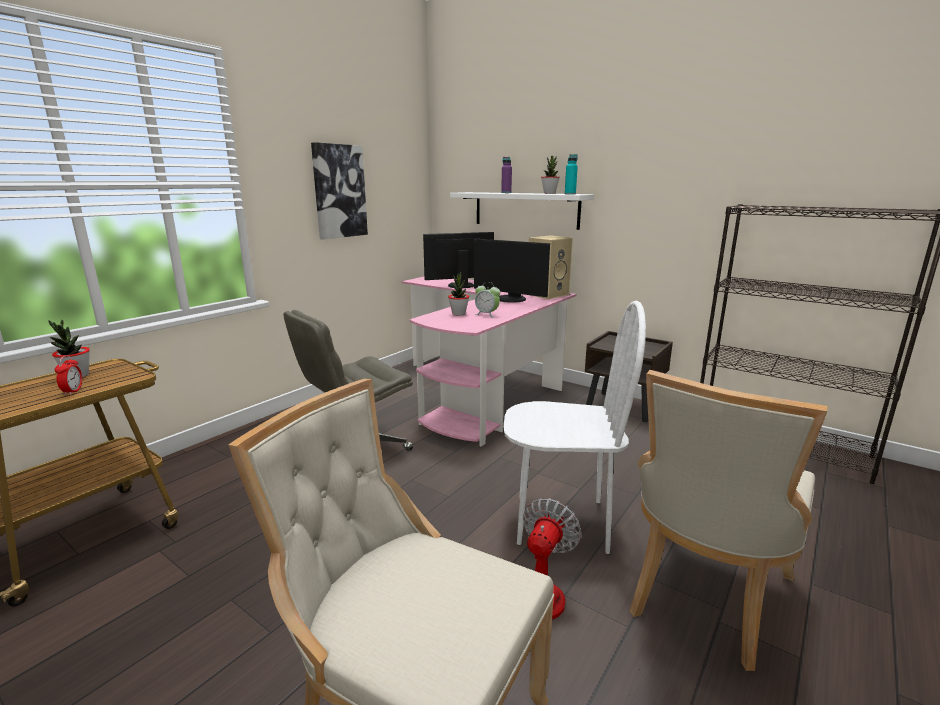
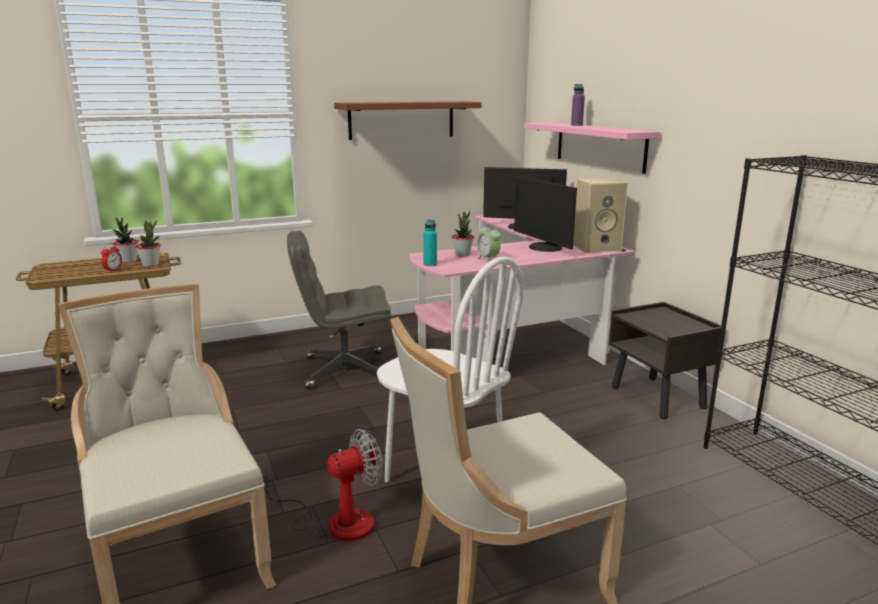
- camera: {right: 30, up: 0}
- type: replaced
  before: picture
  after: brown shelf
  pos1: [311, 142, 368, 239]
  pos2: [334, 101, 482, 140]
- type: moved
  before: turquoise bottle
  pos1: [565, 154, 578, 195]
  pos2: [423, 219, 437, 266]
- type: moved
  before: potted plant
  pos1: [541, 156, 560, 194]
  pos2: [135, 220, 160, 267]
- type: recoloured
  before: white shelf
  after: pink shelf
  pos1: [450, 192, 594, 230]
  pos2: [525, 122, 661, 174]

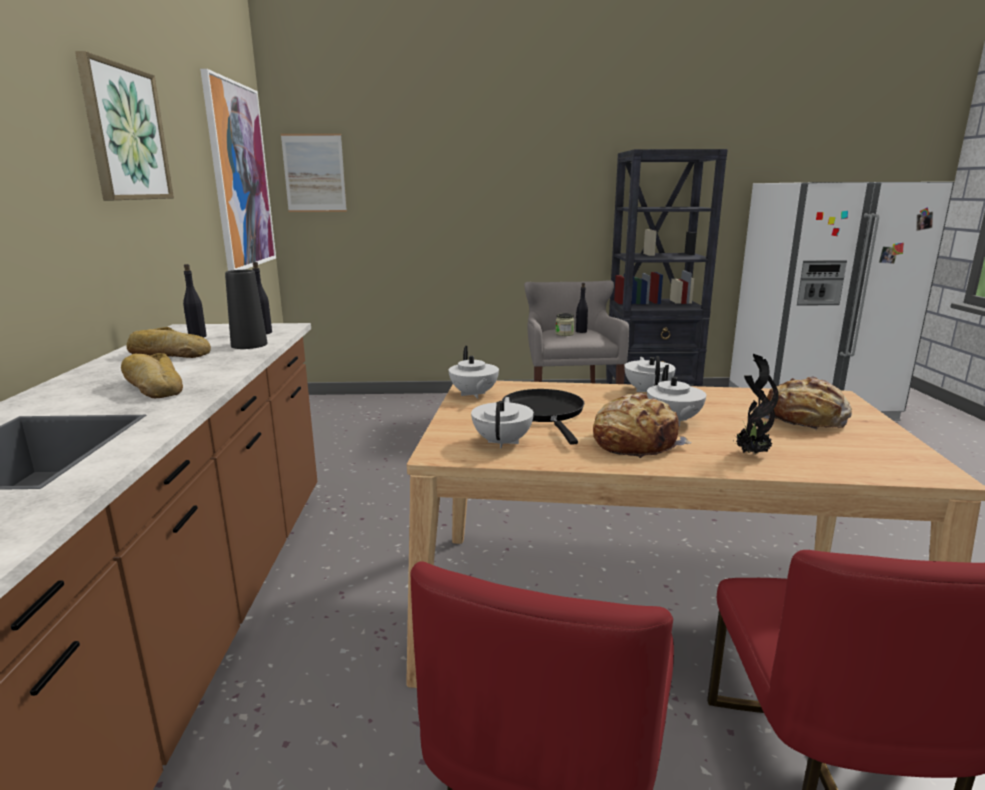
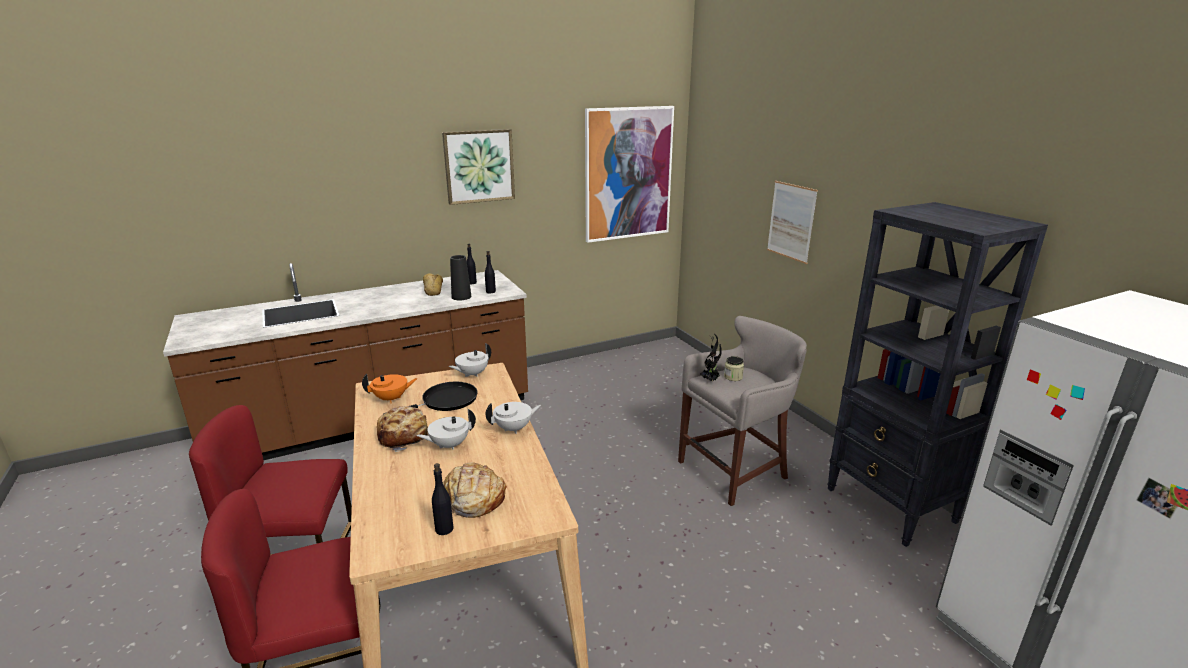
- camera: {right: 65, up: 5}
- type: moved
  before: picture
  pos1: [281, 134, 347, 212]
  pos2: [767, 181, 818, 264]
- type: moved
  before: black bottle
  pos1: [576, 283, 588, 333]
  pos2: [432, 463, 454, 535]
- type: removed
  before: bread
  pos1: [121, 353, 183, 398]
- type: moved
  before: potted plant
  pos1: [733, 354, 779, 455]
  pos2: [701, 333, 722, 381]
- type: recoloured
  before: white teapot
  after: orange teapot
  pos1: [471, 397, 534, 449]
  pos2: [362, 374, 418, 403]

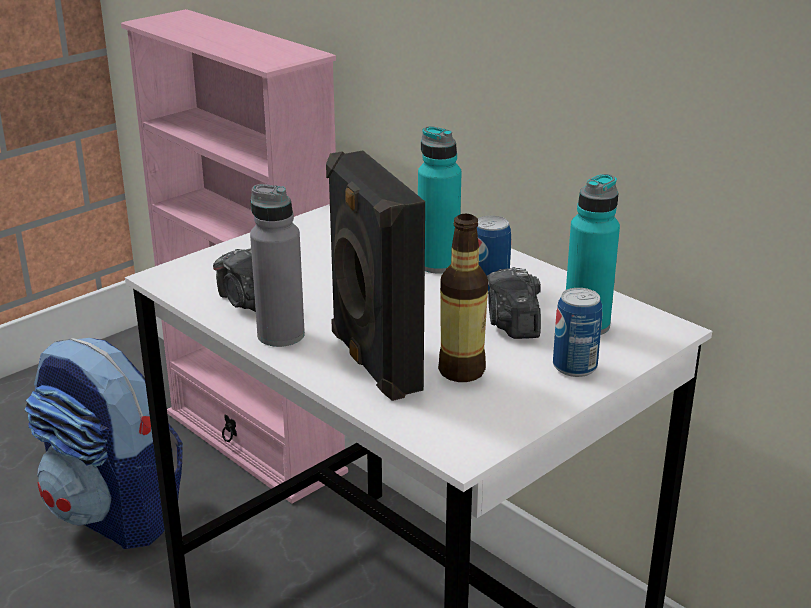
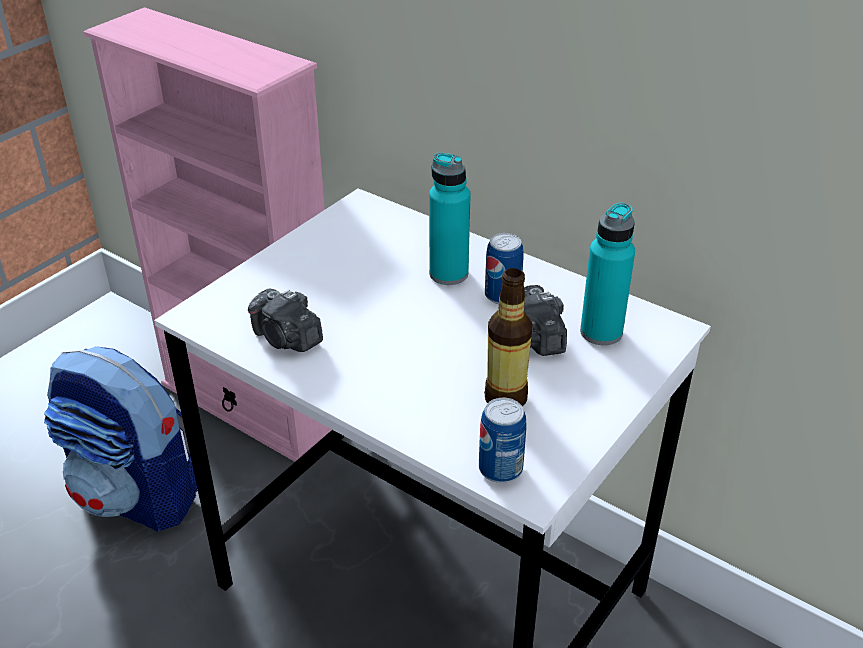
- camera: {right: -10, up: 10}
- type: removed
  before: black speaker
  pos1: [326, 151, 425, 401]
- type: removed
  before: grey bottle
  pos1: [250, 184, 305, 347]
- type: moved
  before: can
  pos1: [553, 288, 602, 377]
  pos2: [479, 398, 527, 483]

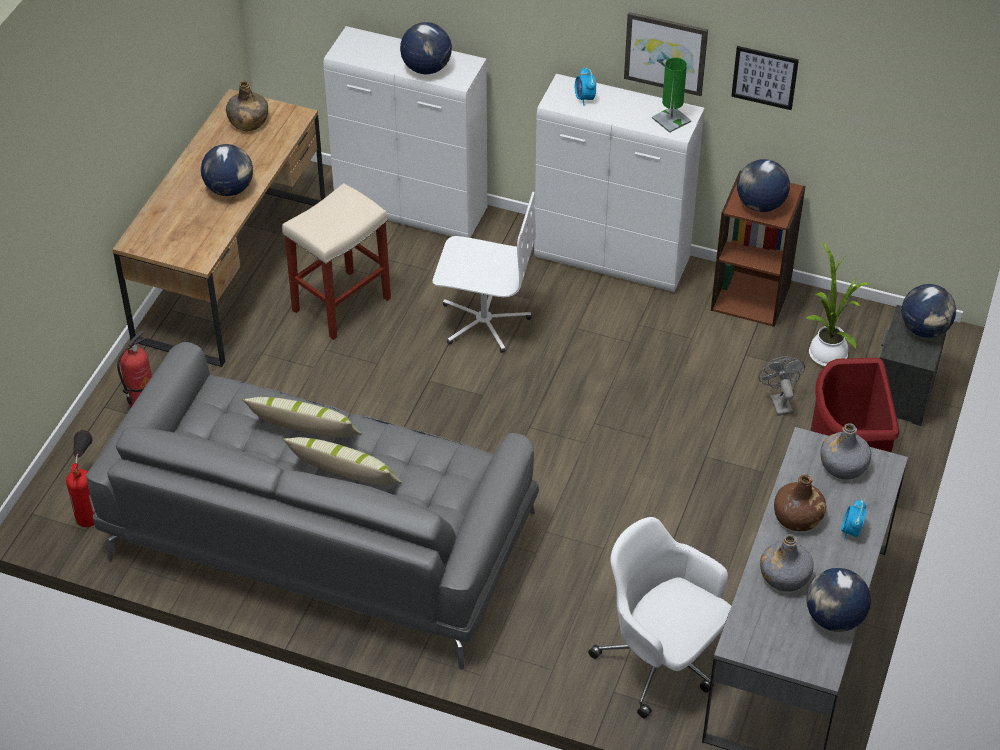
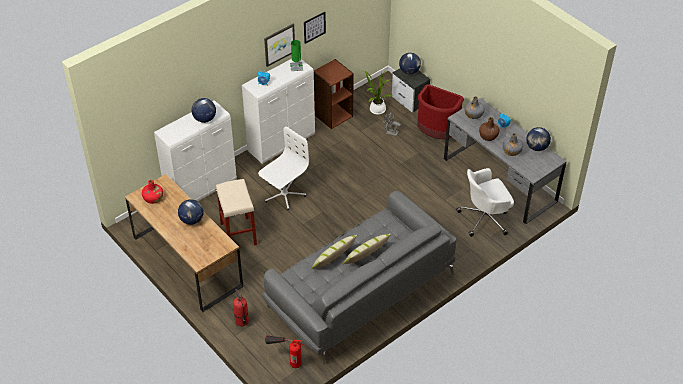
- camera: {right: -60, up: 0}
- type: recoloured
  before: green bottle
  after: red bottle
  pos1: [226, 81, 268, 131]
  pos2: [142, 180, 163, 204]
- type: removed
  before: globe
  pos1: [737, 159, 790, 212]

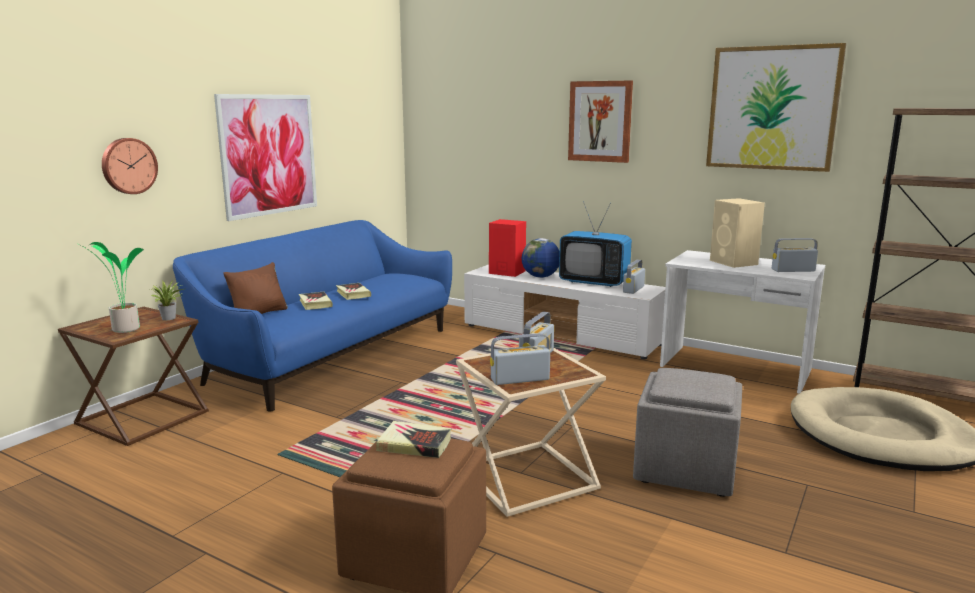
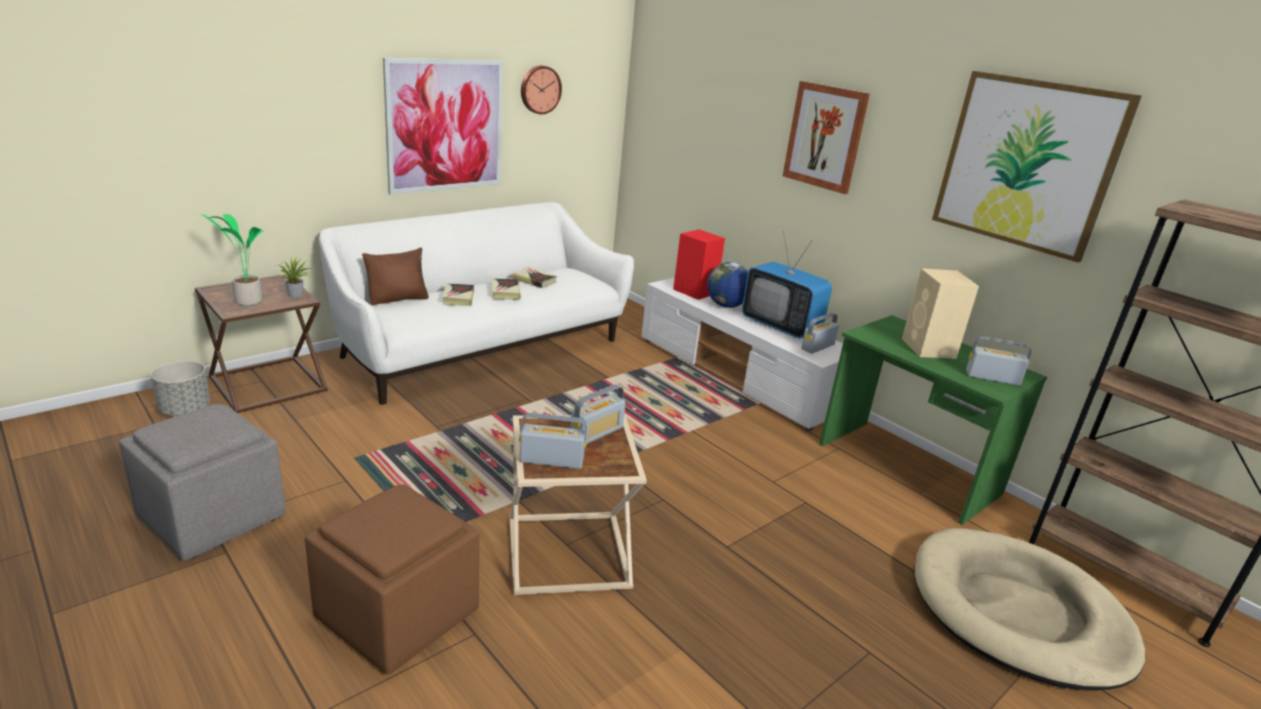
- camera: {right: 15, up: 10}
- type: moved
  before: wall clock
  pos1: [102, 138, 158, 194]
  pos2: [521, 66, 562, 114]
- type: recoloured
  before: blue sofa
  after: white sofa
  pos1: [173, 220, 452, 412]
  pos2: [319, 202, 634, 405]
- type: recoloured
  before: white desk
  after: green desk
  pos1: [660, 250, 825, 393]
  pos2: [819, 315, 1047, 525]
- type: moved
  before: grey ottoman
  pos1: [633, 368, 742, 497]
  pos2: [119, 404, 286, 561]
- type: moved
  before: book
  pos1: [376, 421, 451, 458]
  pos2: [512, 267, 557, 288]
- type: added
  after: grey planter
  pos2: [151, 361, 210, 416]

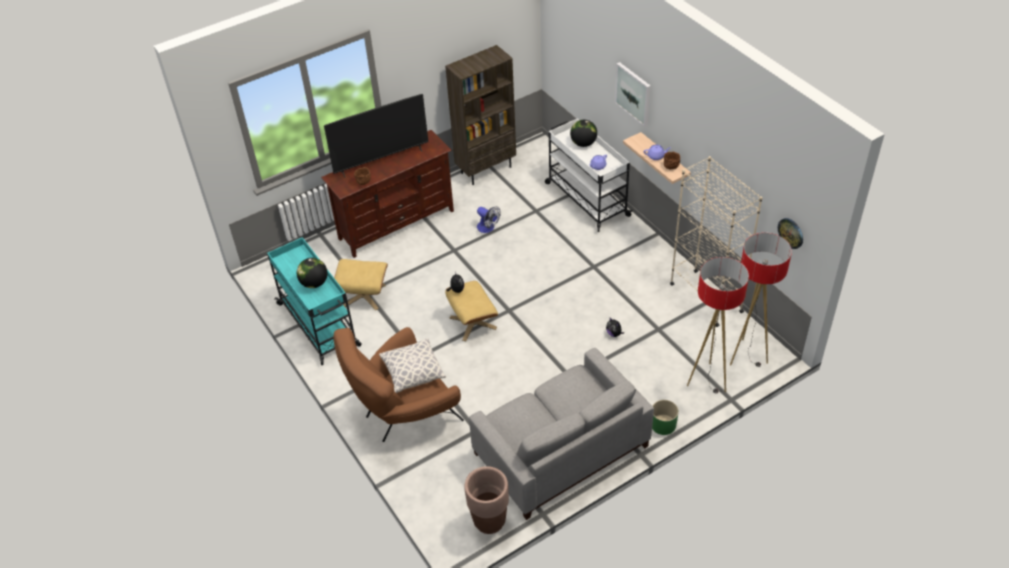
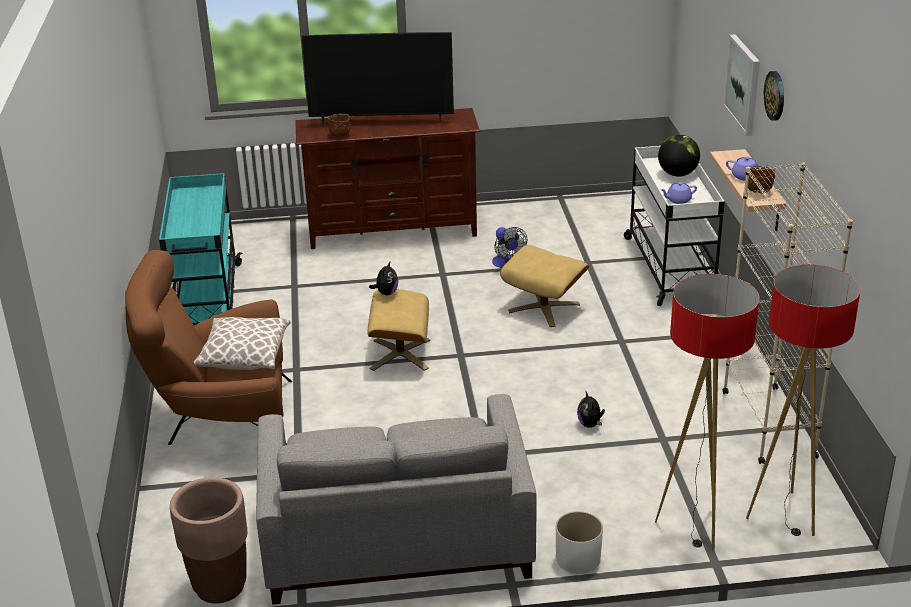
- camera: {right: 25, up: -15}
- type: removed
  before: brown bookcase
  pos1: [445, 45, 516, 185]
- type: moved
  before: wall clock
  pos1: [778, 218, 803, 249]
  pos2: [764, 71, 784, 121]
- type: removed
  before: globe
  pos1: [297, 258, 328, 288]
- type: moved
  before: beige ottoman
  pos1: [334, 259, 388, 311]
  pos2: [500, 245, 589, 327]
- type: recoloured
  before: green planter
  after: white planter
  pos1: [652, 400, 679, 435]
  pos2: [556, 511, 603, 574]

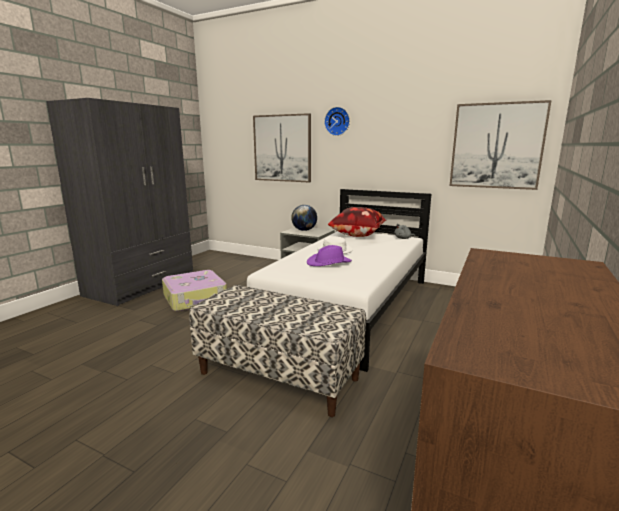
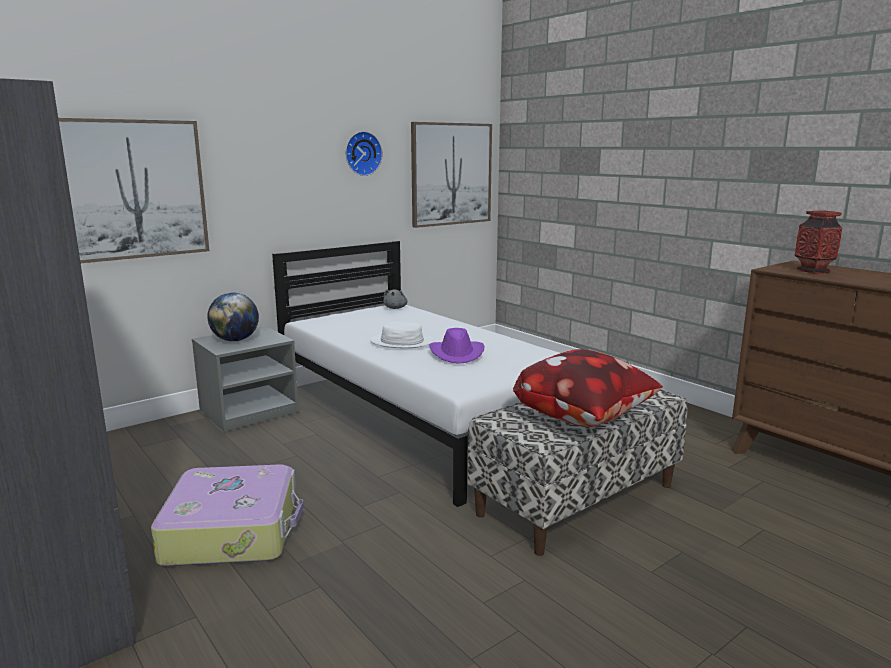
- camera: {right: -65, up: 0}
- type: moved
  before: wall clock
  pos1: [324, 107, 350, 136]
  pos2: [345, 131, 383, 176]
- type: moved
  before: pillow
  pos1: [328, 207, 387, 237]
  pos2: [513, 349, 663, 427]
- type: added
  after: vase
  pos2: [795, 211, 842, 274]

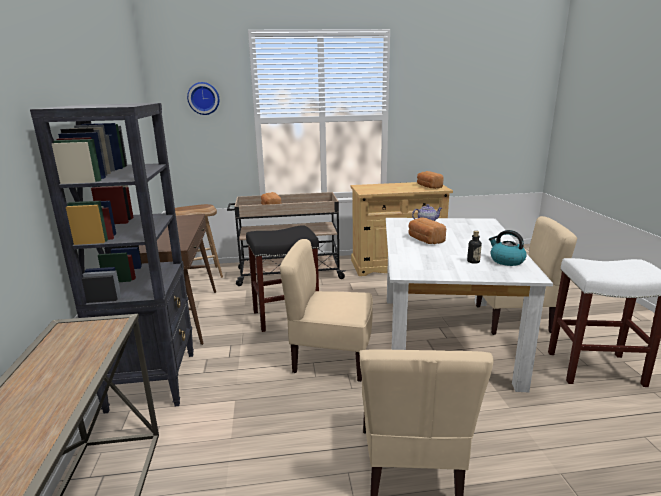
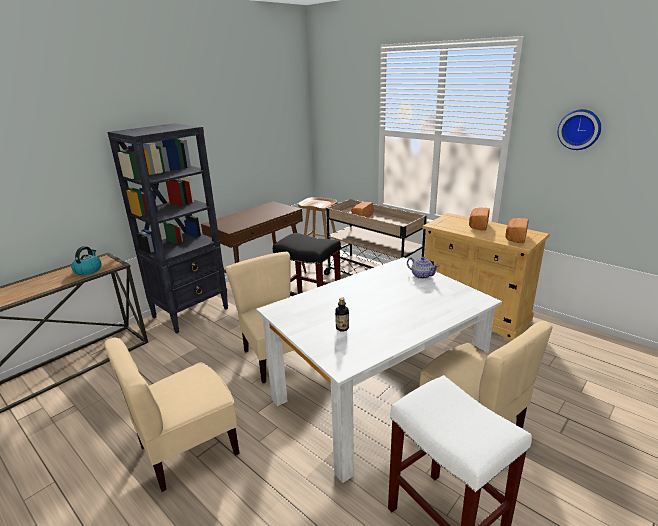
- camera: {right: 50, up: 5}
- type: moved
  before: wall clock
  pos1: [187, 82, 219, 115]
  pos2: [558, 109, 601, 150]
- type: moved
  before: bread
  pos1: [408, 217, 446, 244]
  pos2: [469, 207, 490, 231]
- type: moved
  before: kettle
  pos1: [489, 230, 527, 266]
  pos2: [71, 246, 102, 275]

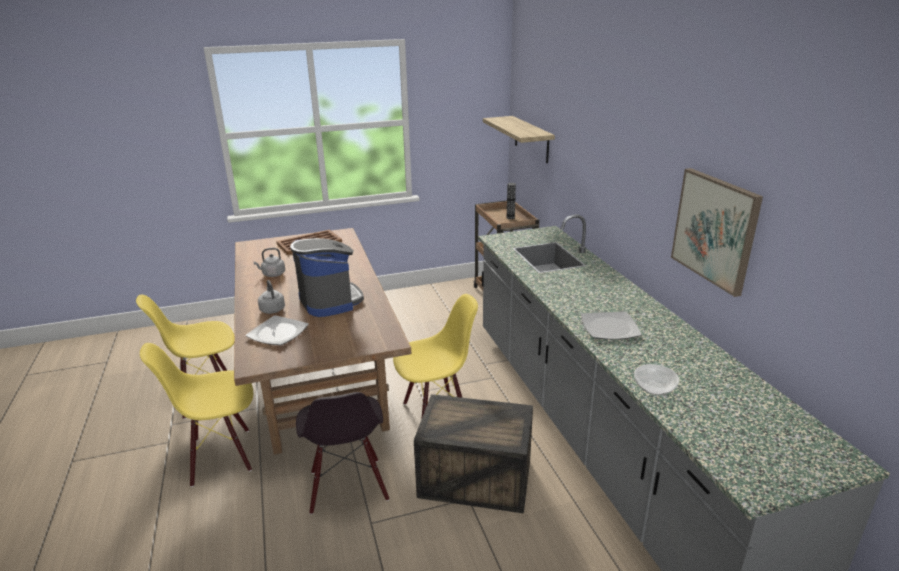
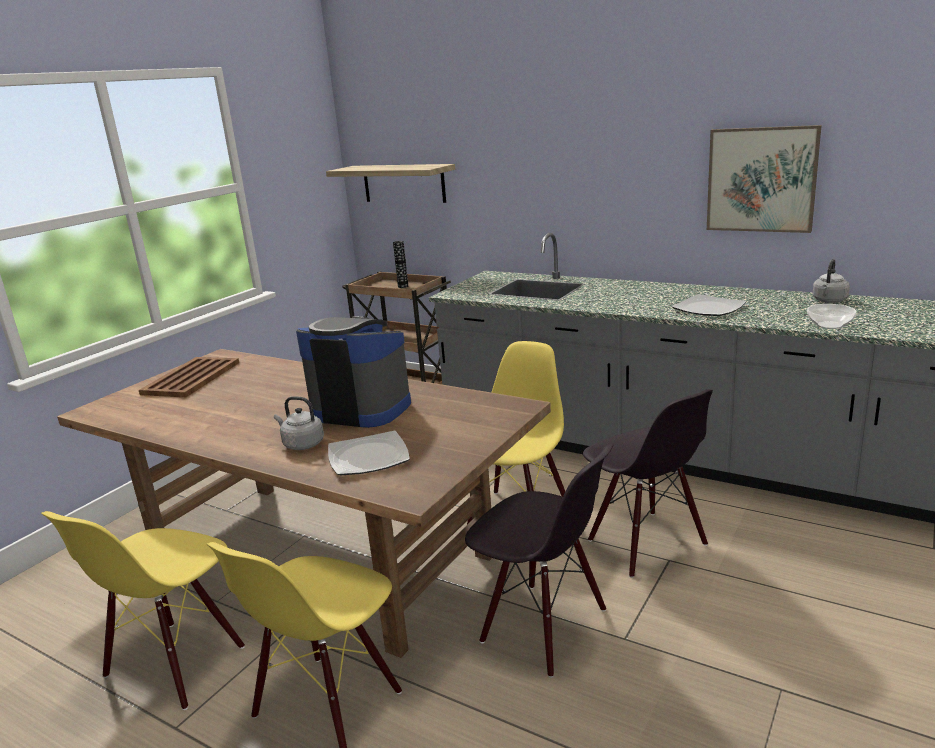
- camera: {right: -40, up: -5}
- type: moved
  before: grey kettle
  pos1: [253, 248, 285, 277]
  pos2: [812, 259, 850, 303]
- type: replaced
  before: crate
  after: black chair
  pos1: [414, 394, 533, 513]
  pos2: [583, 389, 713, 578]

